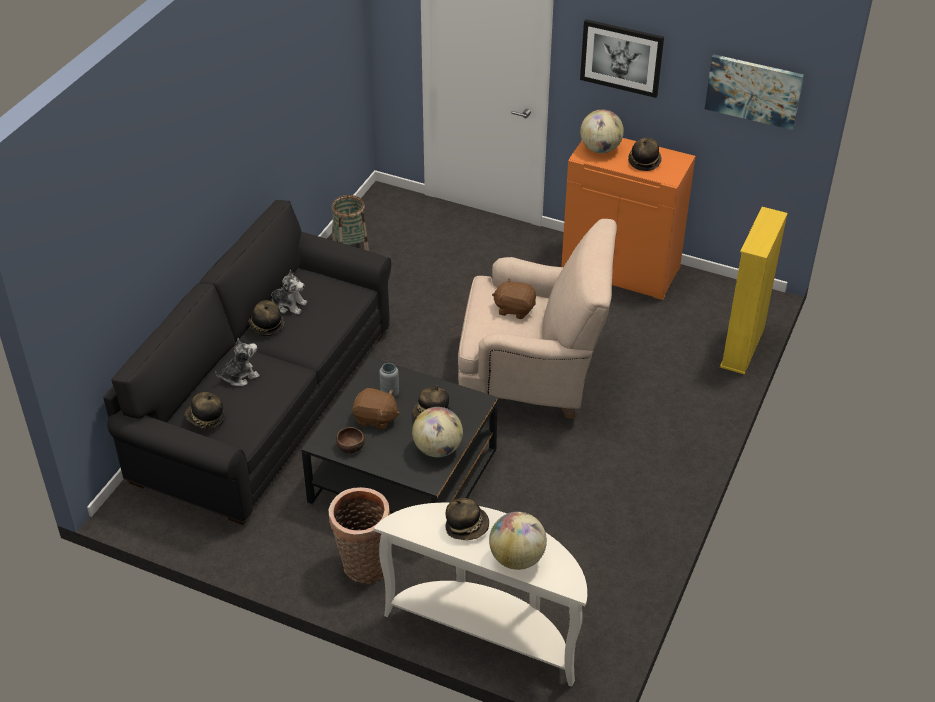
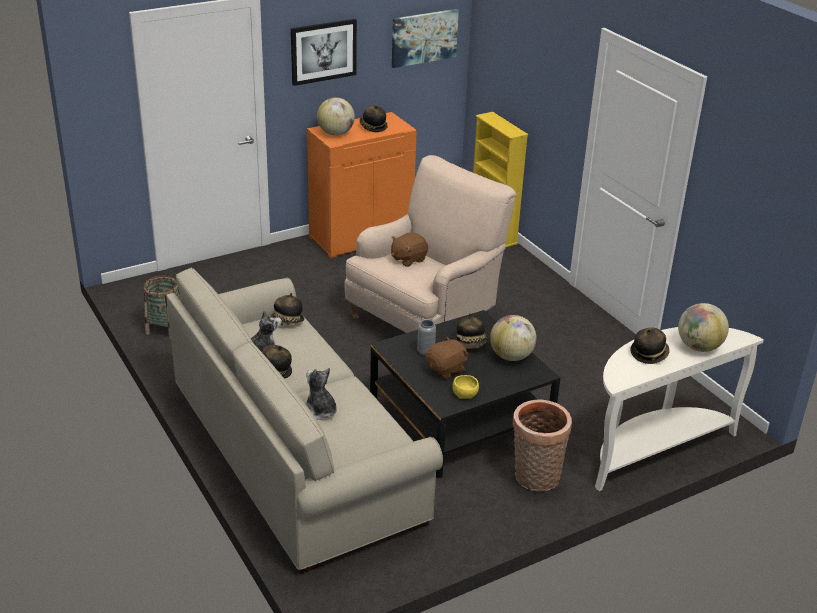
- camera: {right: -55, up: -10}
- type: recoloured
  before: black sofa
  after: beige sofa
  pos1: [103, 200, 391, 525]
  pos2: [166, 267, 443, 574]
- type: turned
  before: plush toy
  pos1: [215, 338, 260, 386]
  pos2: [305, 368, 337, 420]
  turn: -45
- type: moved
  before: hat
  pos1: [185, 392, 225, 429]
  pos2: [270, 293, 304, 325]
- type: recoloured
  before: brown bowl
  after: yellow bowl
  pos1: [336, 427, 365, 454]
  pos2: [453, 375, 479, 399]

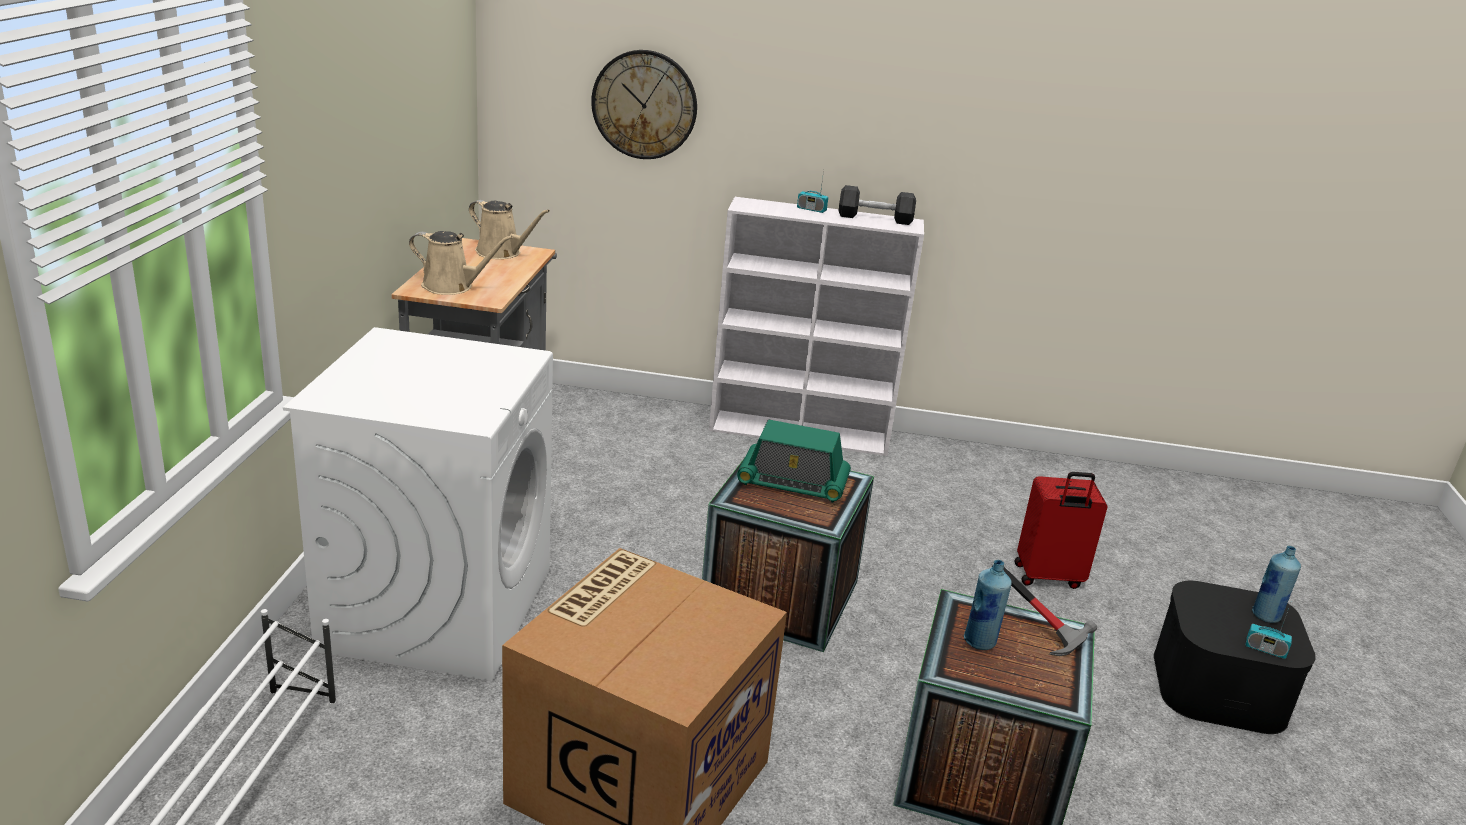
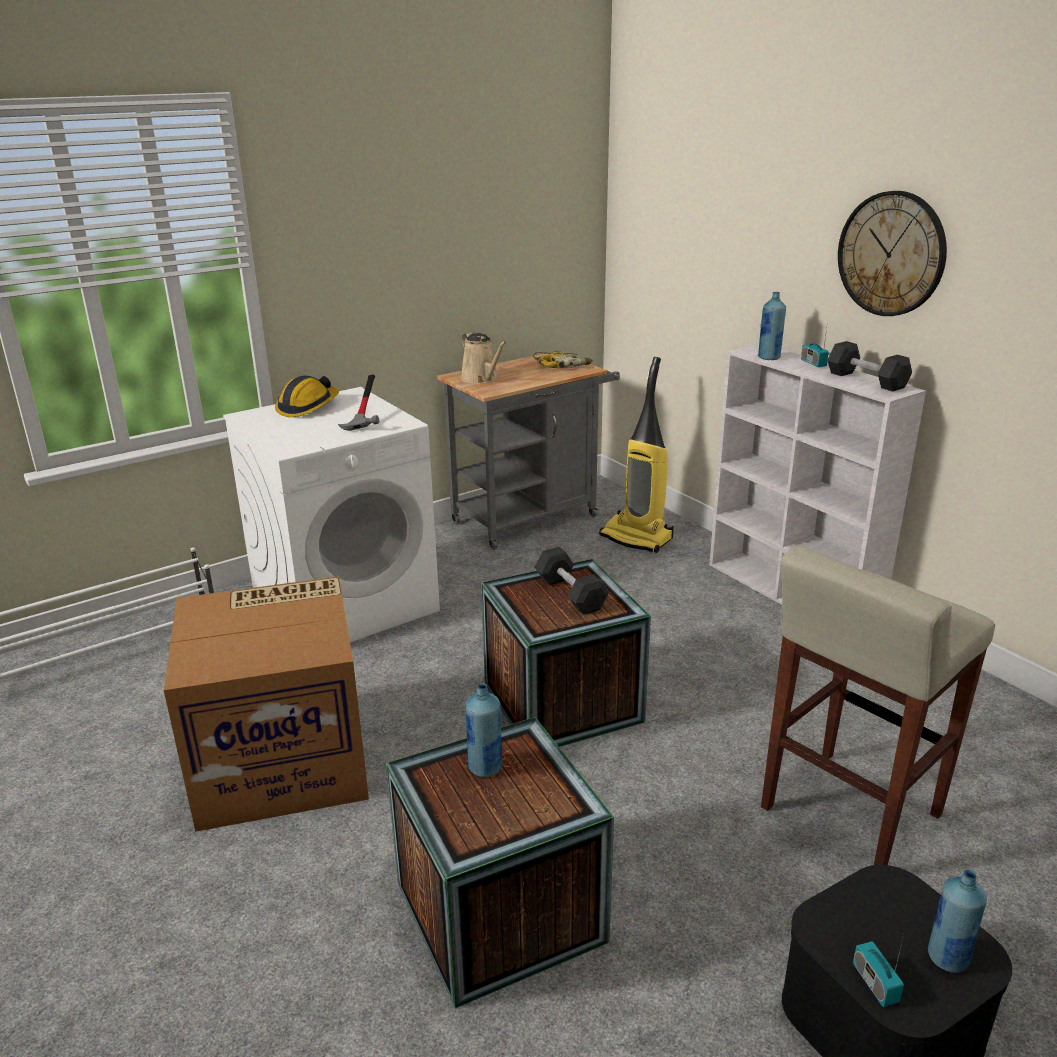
- camera: {right: 50, up: 0}
- type: moved
  before: wall clock
  pos1: [591, 50, 697, 159]
  pos2: [838, 191, 947, 316]
- type: replaced
  before: beige watering can
  after: power drill
  pos1: [469, 200, 550, 259]
  pos2: [532, 351, 593, 369]
- type: replaced
  before: radio
  after: black dumbbell
  pos1: [737, 420, 851, 502]
  pos2: [535, 547, 609, 615]
- type: replaced
  before: red suitcase
  after: beige stool
  pos1: [1015, 472, 1107, 589]
  pos2: [761, 546, 995, 865]
- type: moved
  before: hammer
  pos1: [992, 564, 1097, 656]
  pos2: [338, 374, 379, 431]
- type: added
  after: blue bottle
  pos2: [758, 292, 786, 360]
- type: added
  after: vacuum cleaner
  pos2: [599, 357, 674, 553]
- type: added
  after: hard hat
  pos2: [275, 376, 339, 417]

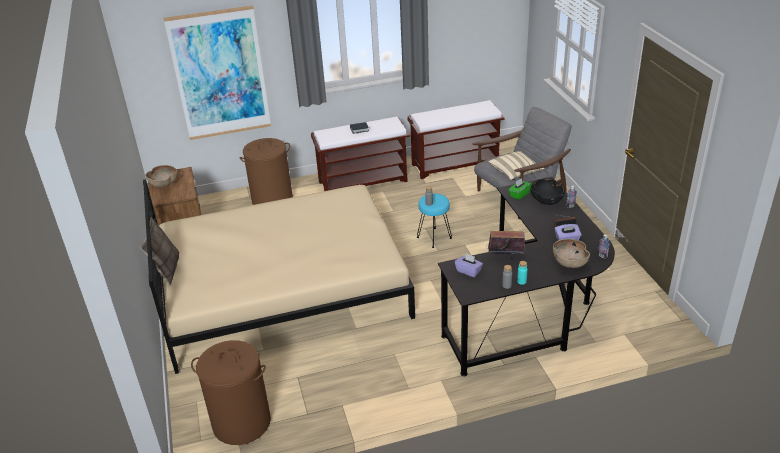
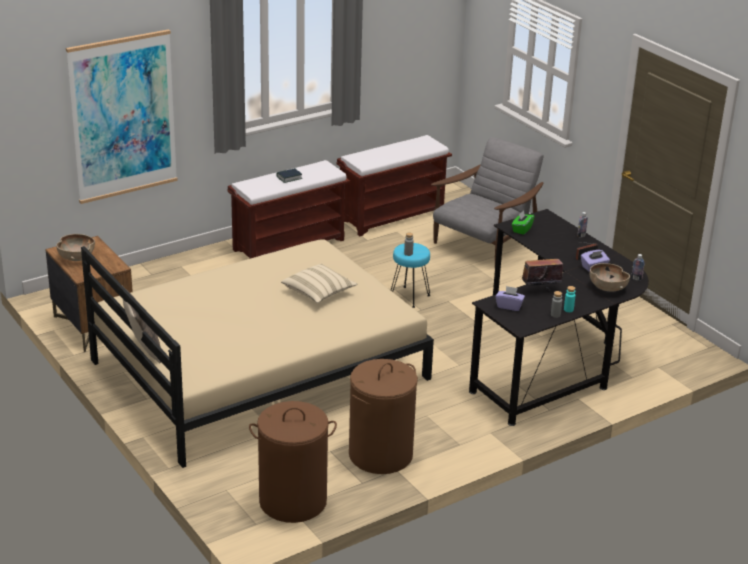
- camera: {right: -20, up: -5}
- type: moved
  before: brown laundry basket
  pos1: [239, 138, 293, 205]
  pos2: [349, 359, 418, 474]
- type: moved
  before: beige pillow
  pos1: [488, 151, 545, 180]
  pos2: [281, 264, 358, 303]
- type: removed
  before: black bowl
  pos1: [531, 178, 565, 205]

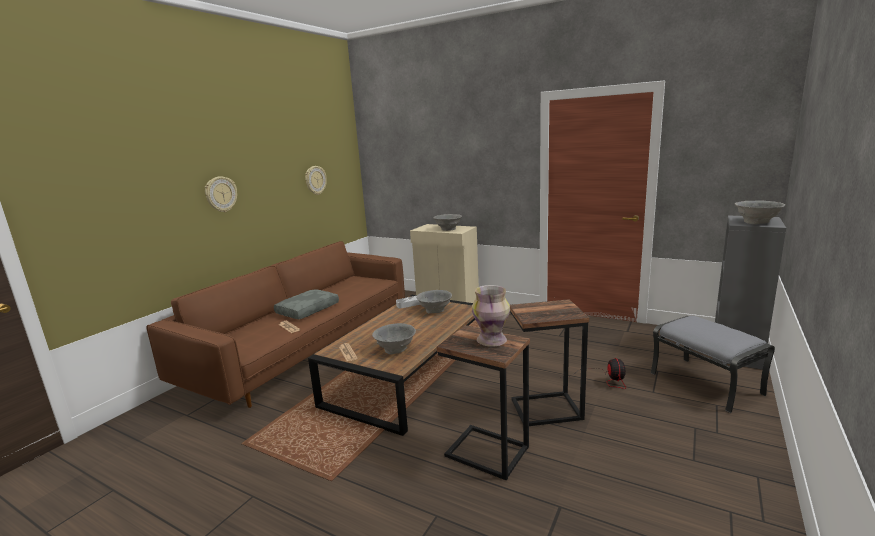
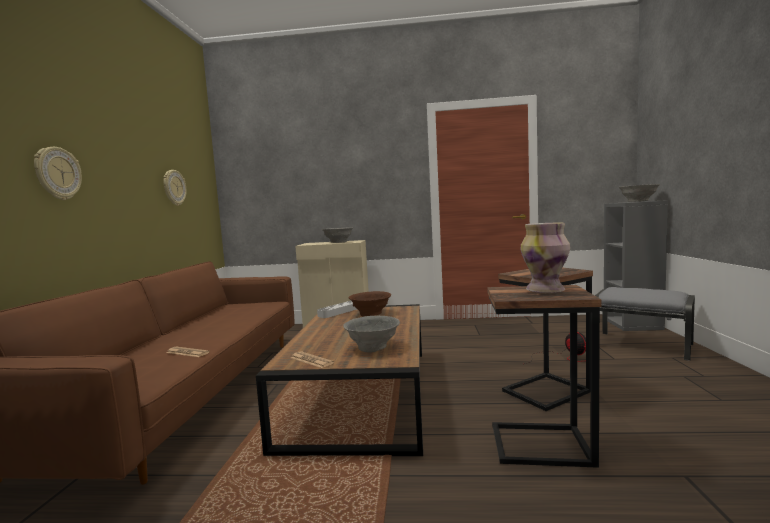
- camera: {right: -25, up: -10}
- type: removed
  before: grey pillow
  pos1: [274, 289, 339, 319]
- type: recoloured
  before: grey bowl
  after: brown bowl
  pos1: [416, 290, 452, 313]
  pos2: [349, 291, 391, 317]

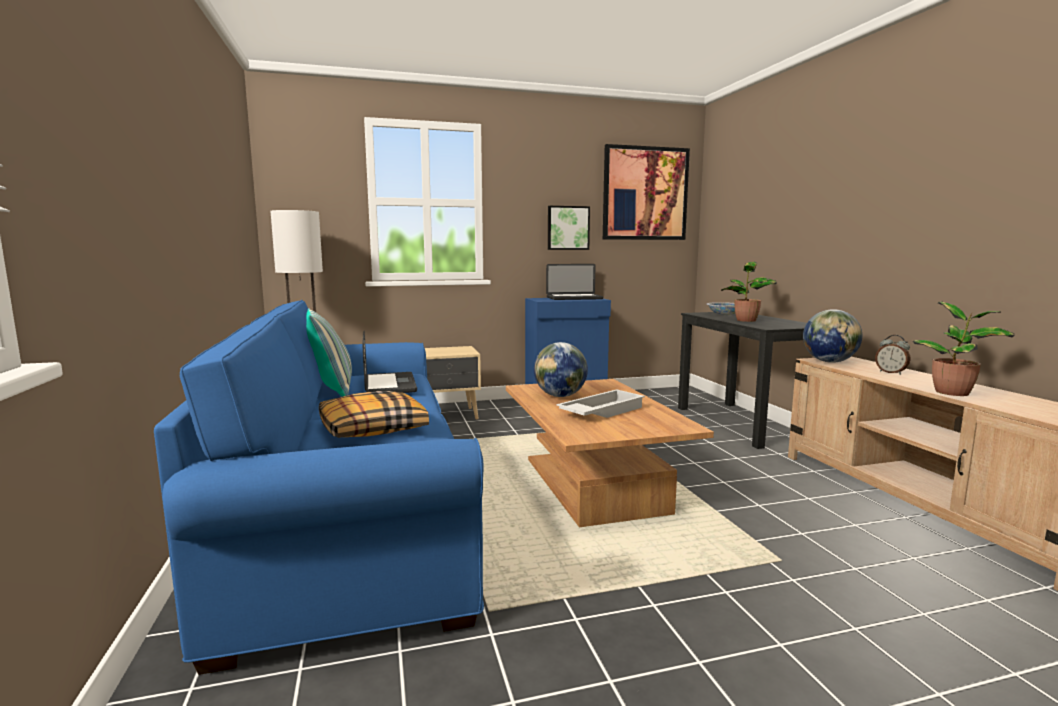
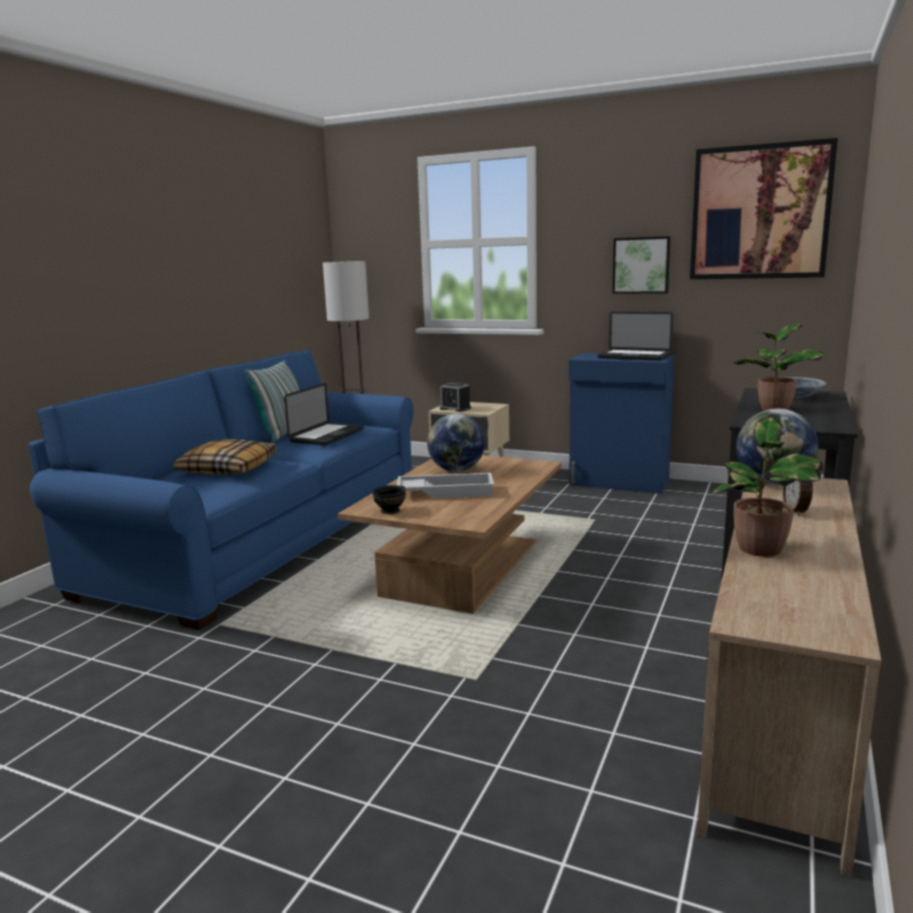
- camera: {right: 40, up: 5}
- type: added
  after: alarm clock
  pos2: [440, 382, 471, 412]
- type: added
  after: black bowl
  pos2: [372, 485, 406, 514]

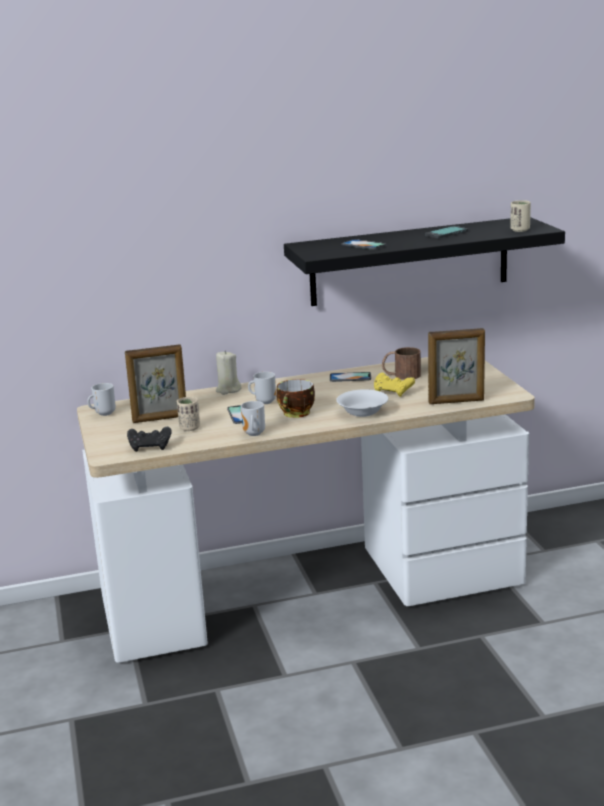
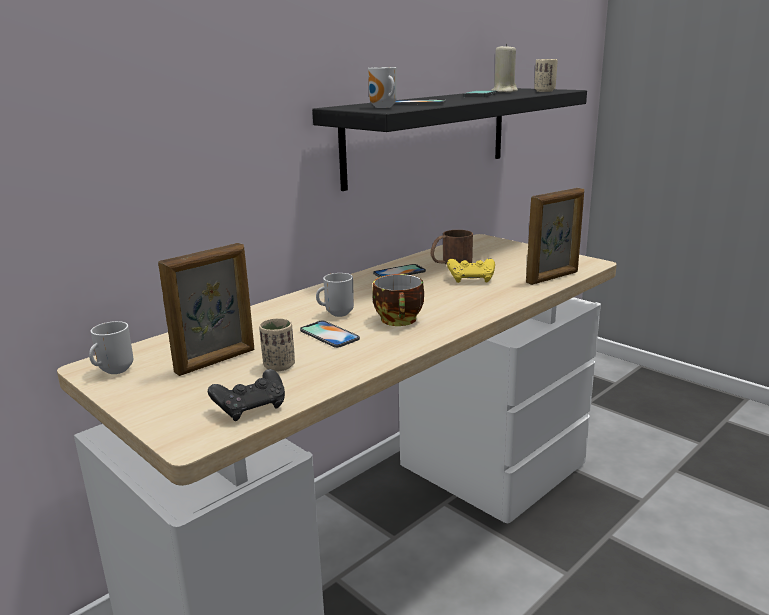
- camera: {right: -30, up: 0}
- type: moved
  before: beige candle
  pos1: [216, 350, 242, 395]
  pos2: [492, 44, 518, 93]
- type: removed
  before: white bowl
  pos1: [336, 389, 388, 417]
- type: moved
  before: mug
  pos1: [241, 401, 265, 436]
  pos2: [368, 67, 397, 108]

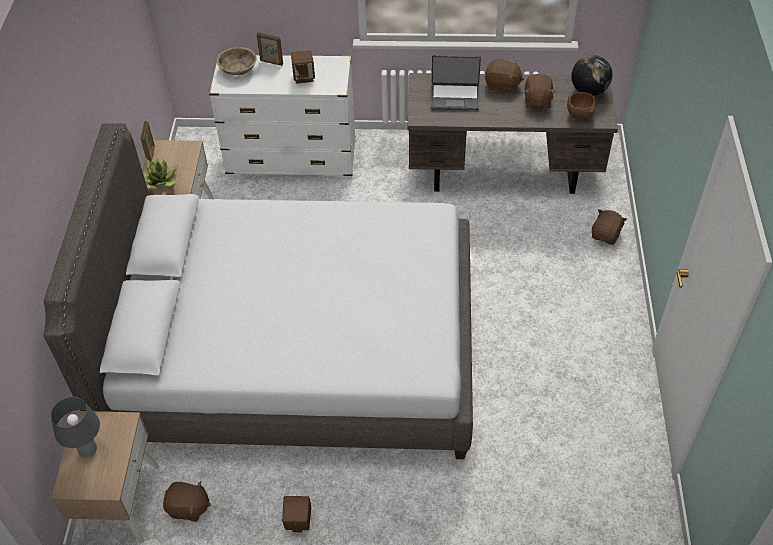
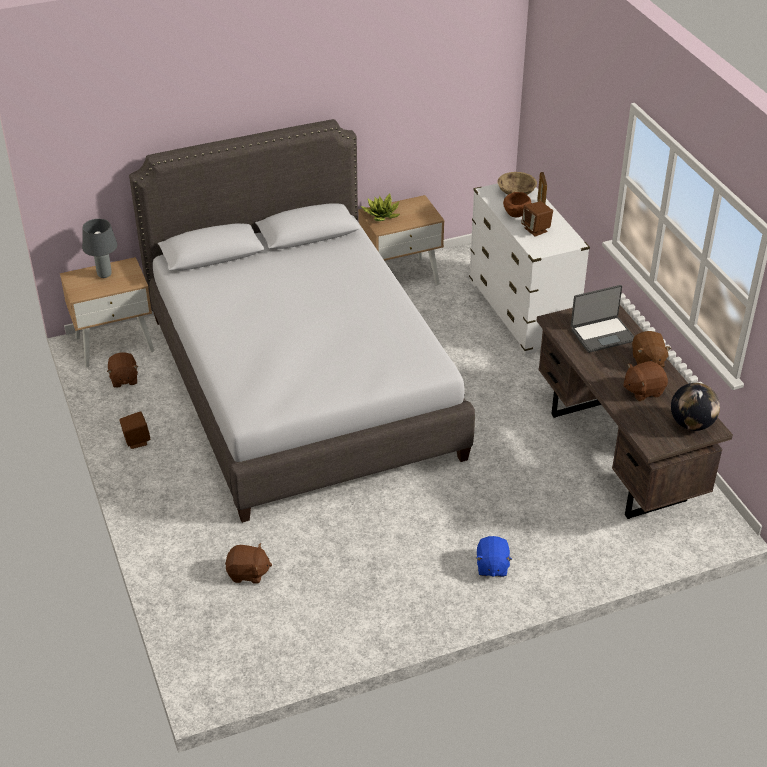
- camera: {right: 65, up: -10}
- type: turned
  before: laptop
  pos1: [430, 55, 481, 110]
  pos2: [571, 285, 634, 353]
  turn: -90
- type: moved
  before: brown bowl
  pos1: [567, 92, 595, 119]
  pos2: [503, 192, 531, 217]
- type: removed
  before: picture frame
  pos1: [140, 121, 155, 161]
- type: moved
  before: brown plush toy
  pos1: [592, 209, 627, 245]
  pos2: [225, 543, 272, 584]
- type: added
  after: blue plush toy
  pos2: [476, 536, 512, 577]

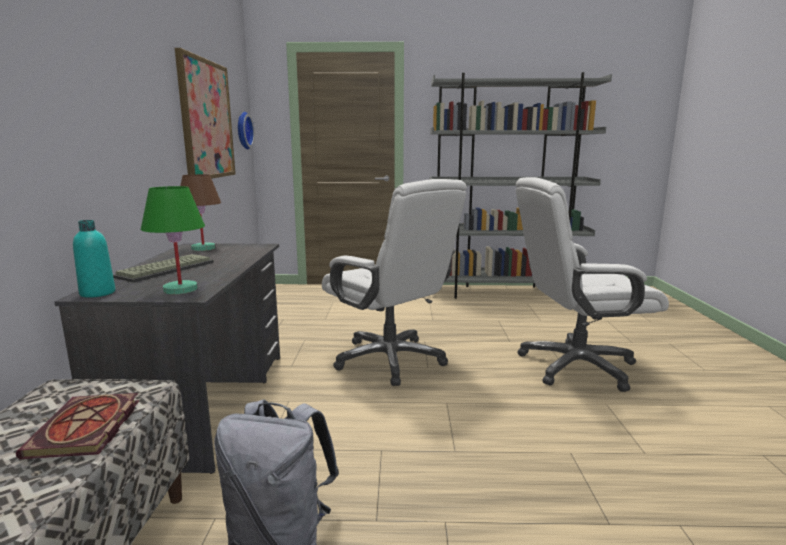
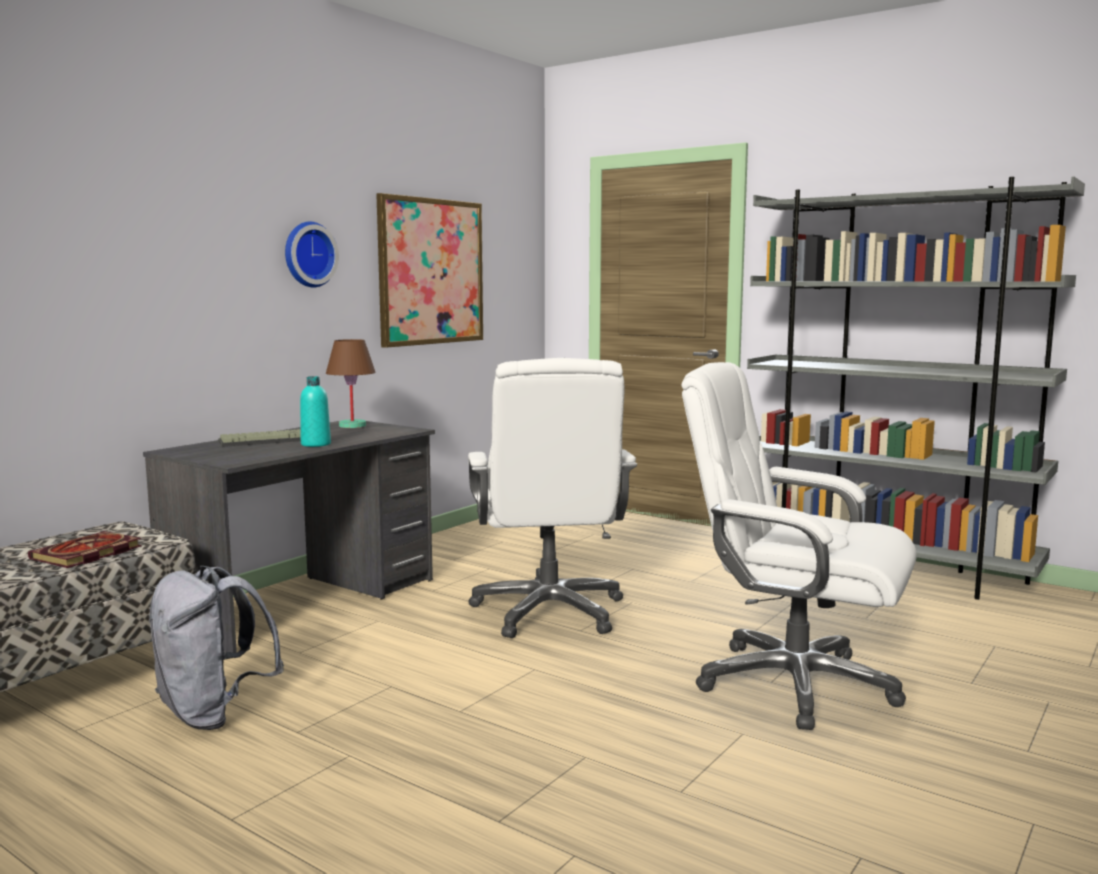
- camera: {right: 35, up: -5}
- type: moved
  before: wall clock
  pos1: [238, 112, 255, 150]
  pos2: [285, 221, 339, 287]
- type: removed
  before: green table lamp
  pos1: [141, 186, 205, 294]
- type: moved
  before: turquoise bottle
  pos1: [73, 220, 115, 298]
  pos2: [300, 376, 331, 447]

